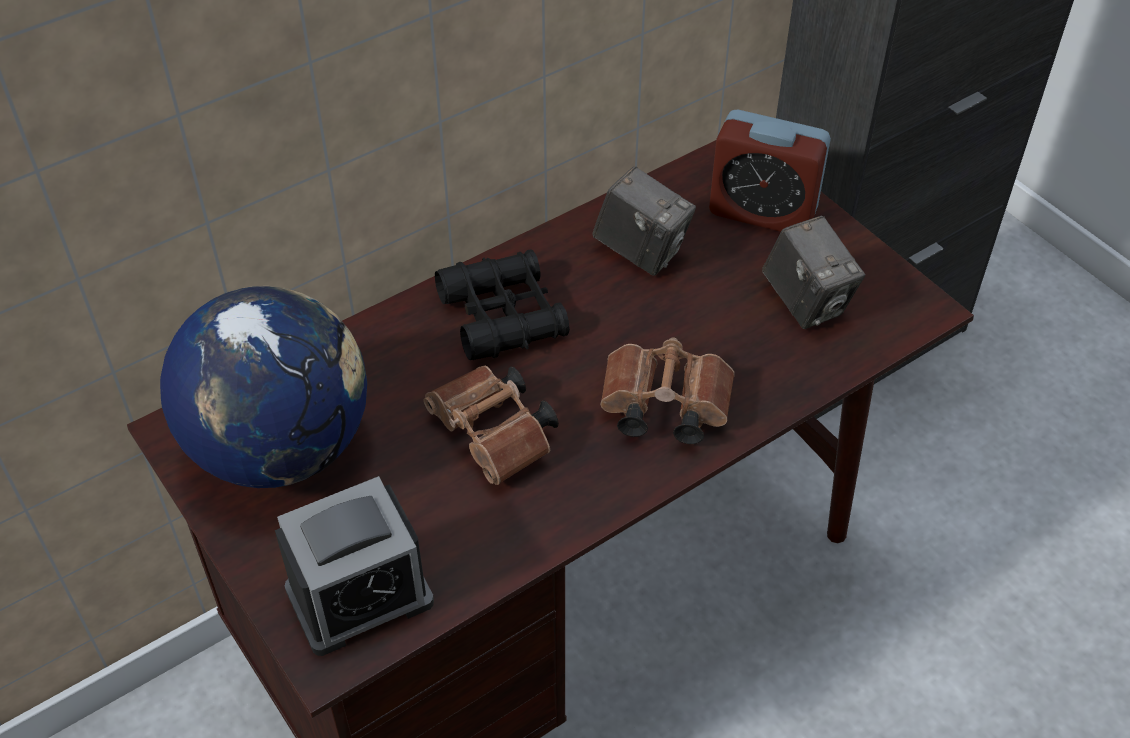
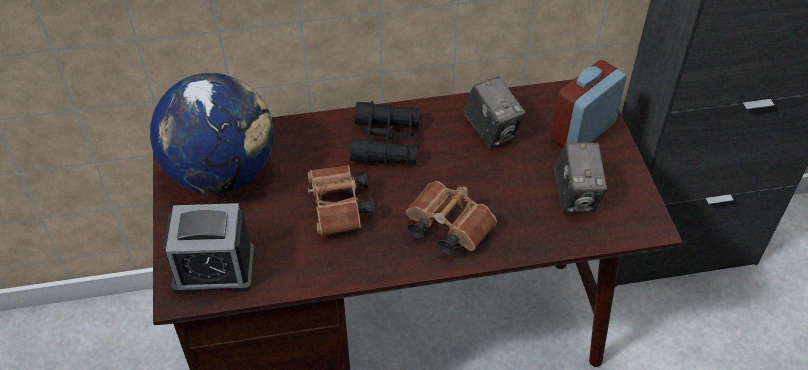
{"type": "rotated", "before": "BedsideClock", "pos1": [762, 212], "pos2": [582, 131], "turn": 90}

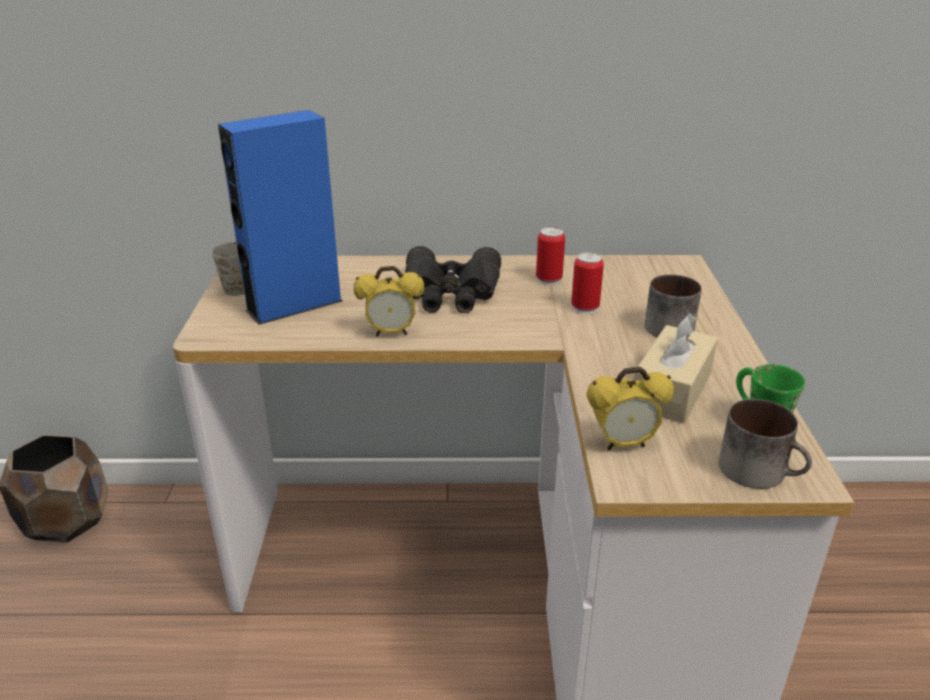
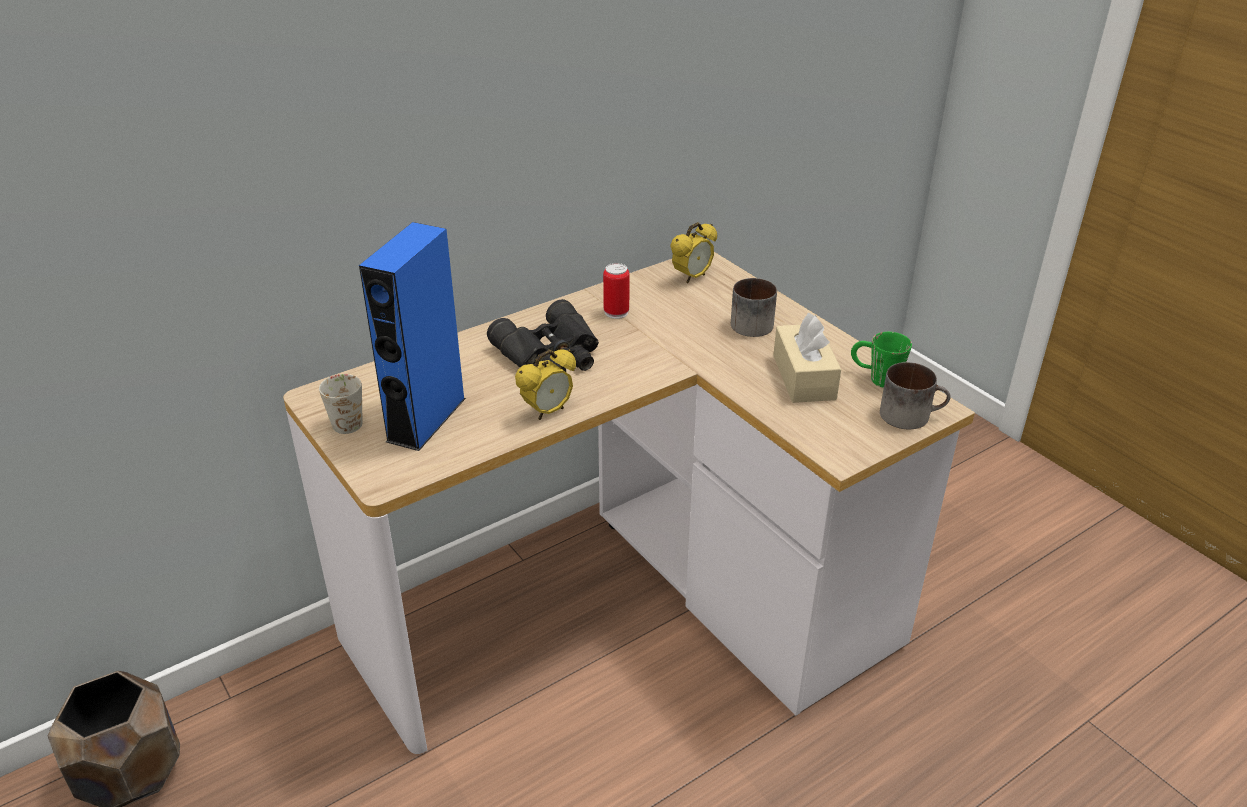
{"type": "shifted", "before": "BedsideClock", "pos1": [623, 444], "pos2": [692, 277]}
{"type": "gone", "before": "SealedCan", "pos1": [585, 307]}

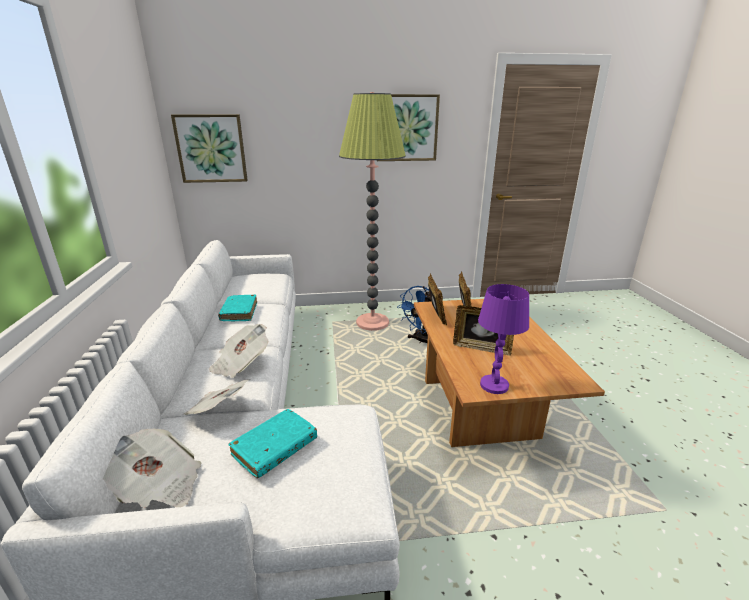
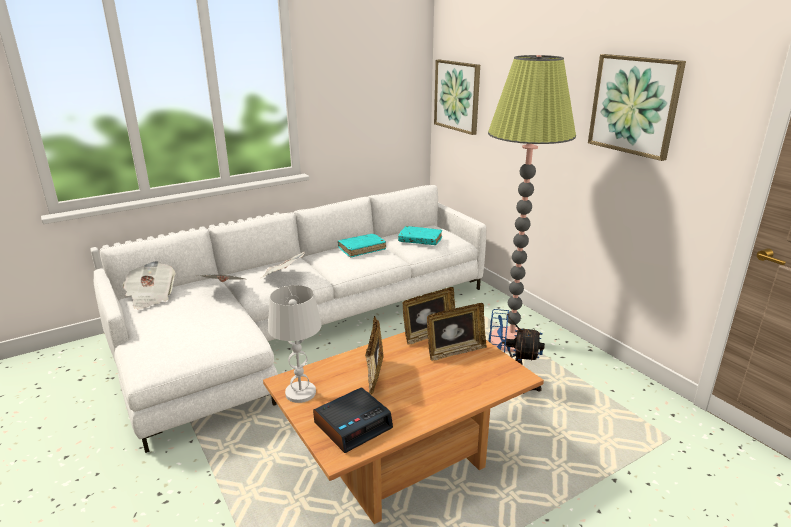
{"type": "repainted", "before": "PurplishLampForATable", "after": "WhiteColouredLampForATable", "pos1": [494, 385], "pos2": [301, 393]}
{"type": "new", "after": "BedsideClock", "pos2": [353, 425]}
{"type": "shifted", "before": "BlueGreenBoundBook", "pos1": [275, 448], "pos2": [420, 240]}

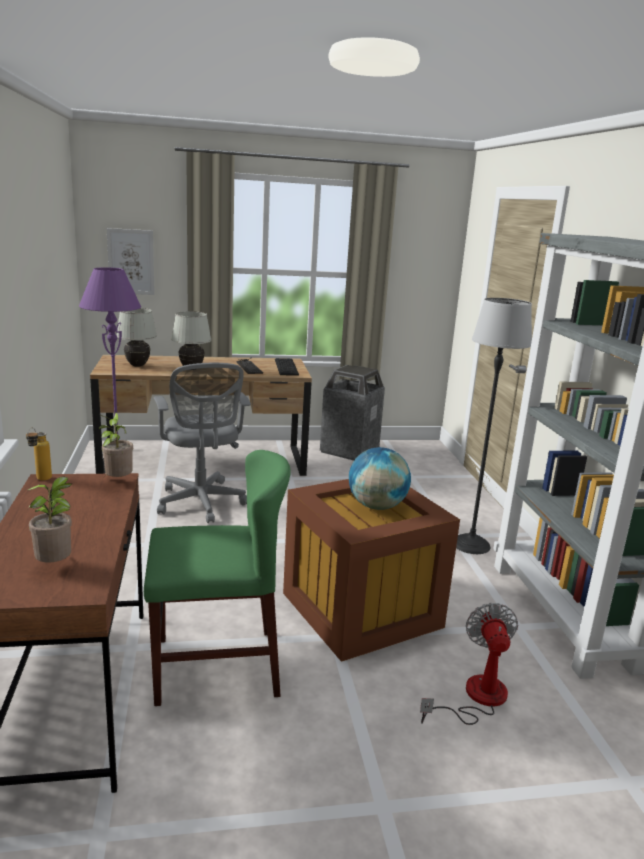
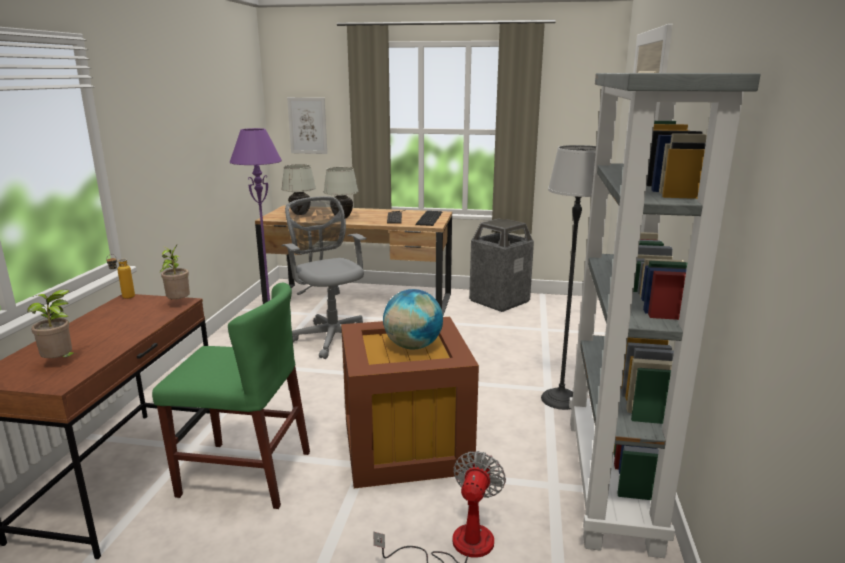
{"type": "rotated", "before": "GreyishOfficeChair", "pos1": [201, 503], "pos2": [331, 337], "turn": 150}

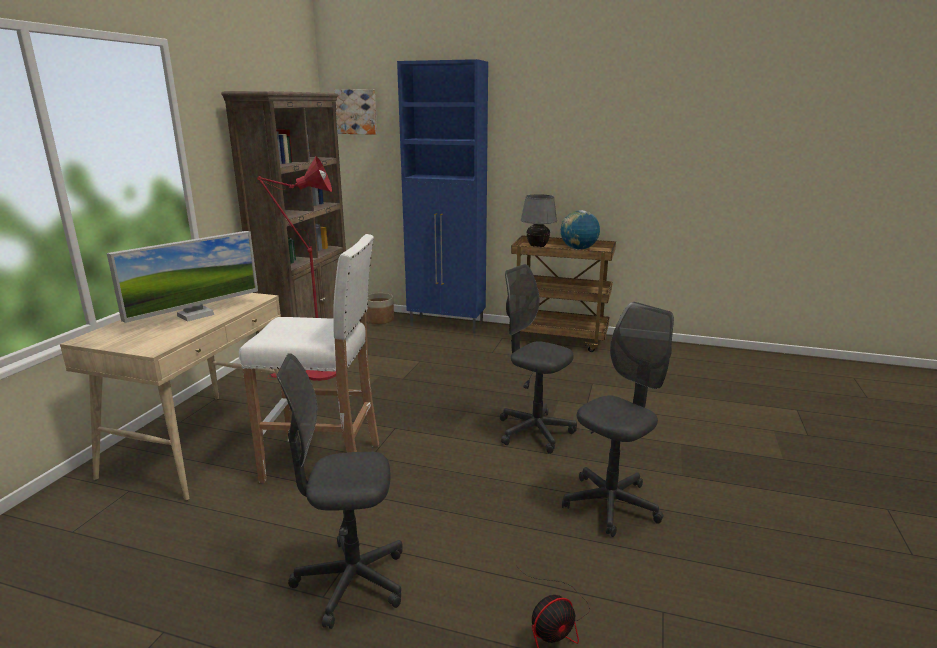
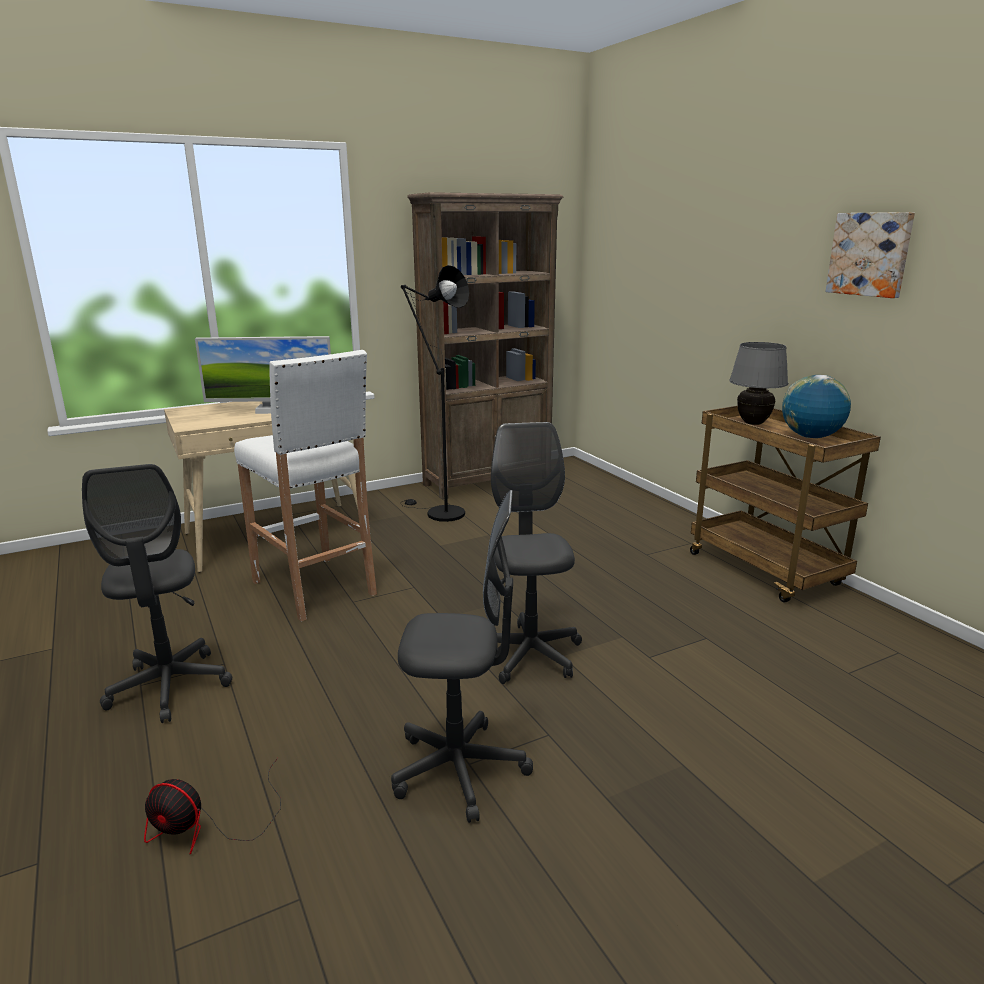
{"type": "rotated", "before": "GreyishOfficeChair", "pos1": [351, 582], "pos2": [169, 687], "turn": -150}
{"type": "repainted", "before": "RedColouredStandingLamp", "after": "BlackColouredStandingLamp", "pos1": [314, 374], "pos2": [439, 513]}
{"type": "shifted", "before": "WallArt", "pos1": [357, 112], "pos2": [870, 254]}
{"type": "gone", "before": "FlowerPot", "pos1": [380, 320]}
{"type": "gone", "before": "BlueColouredCabinet", "pos1": [447, 325]}

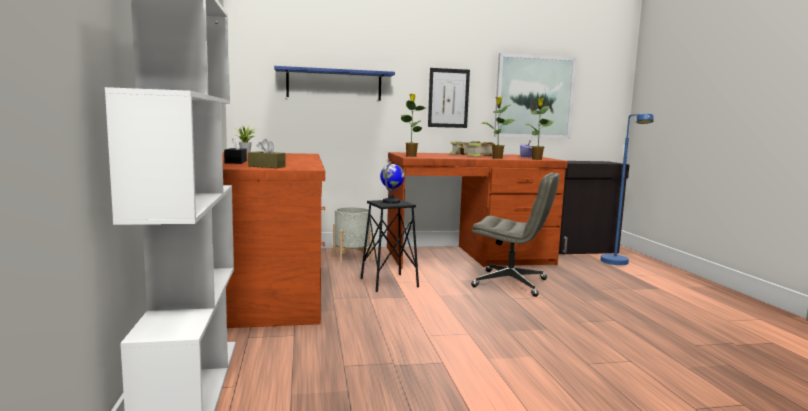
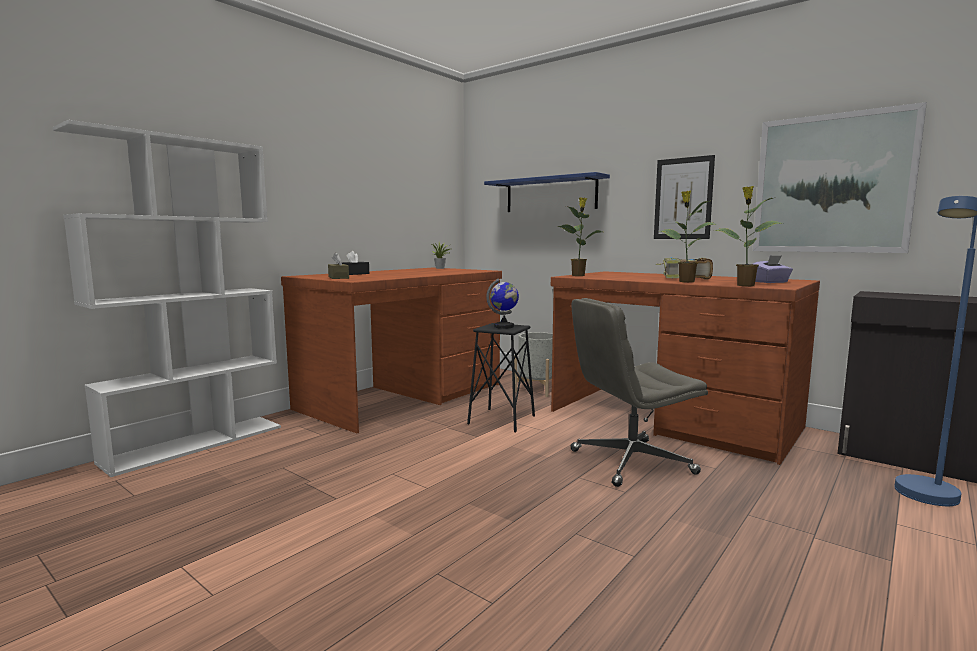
{"type": "rotated", "before": "GreyishOfficeChair", "pos1": [511, 283], "pos2": [630, 462], "turn": 90}

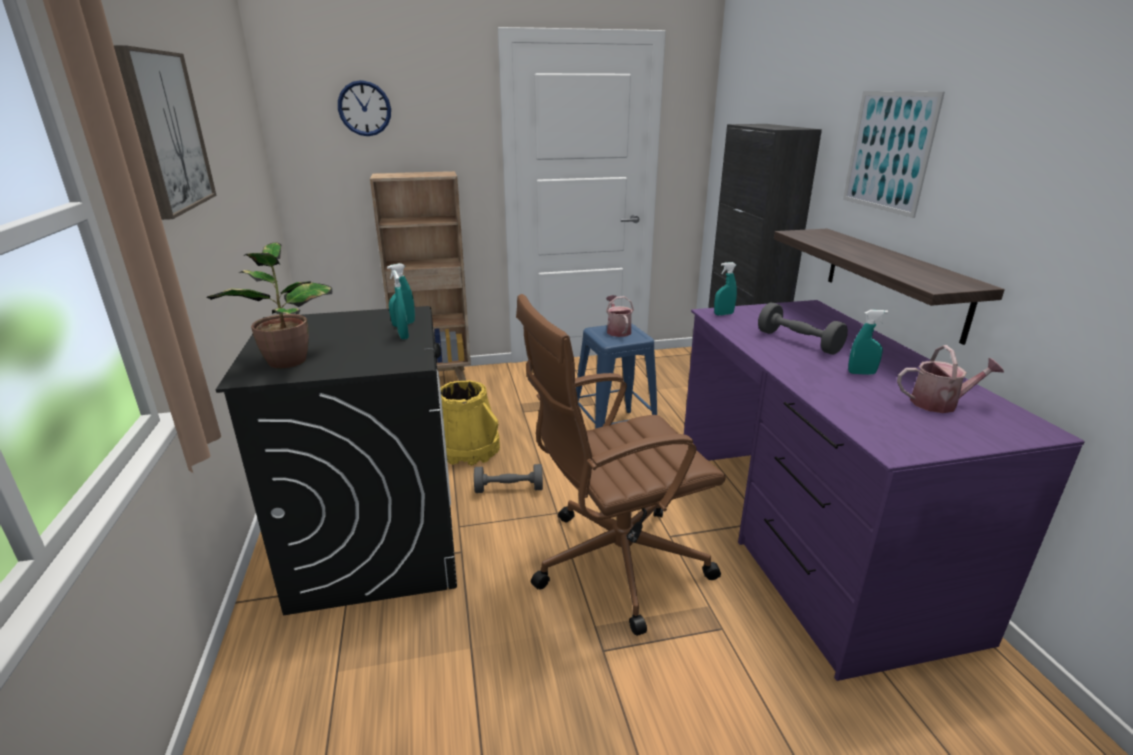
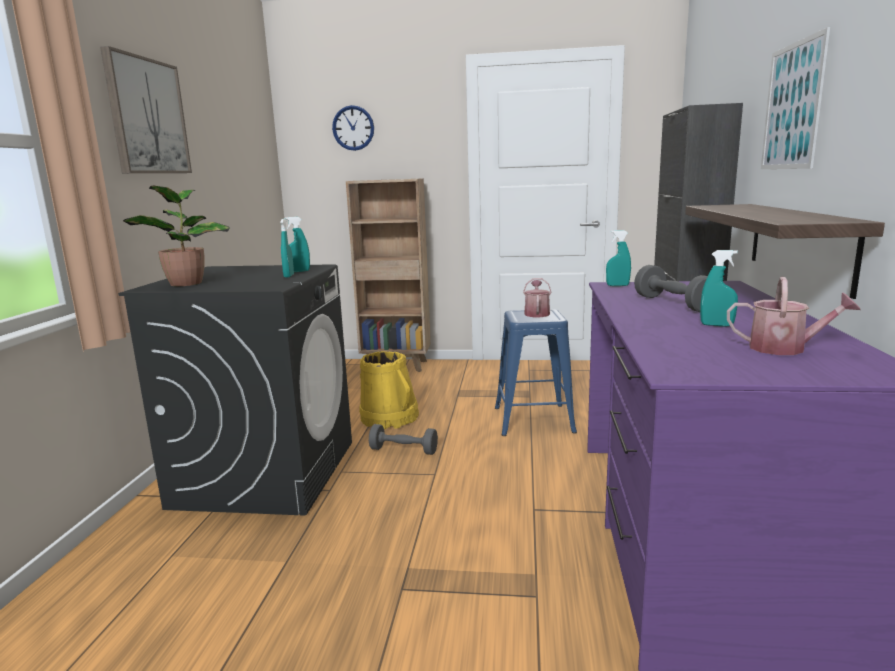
{"type": "gone", "before": "BrownOfficeChair", "pos1": [614, 563]}

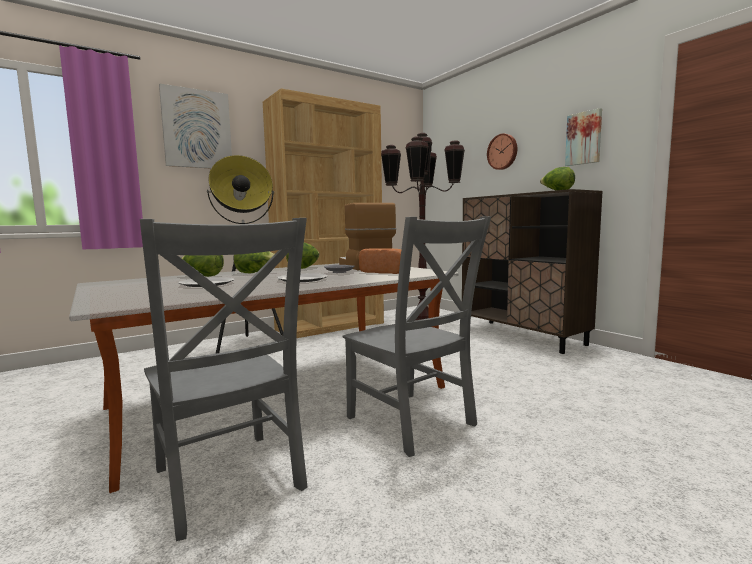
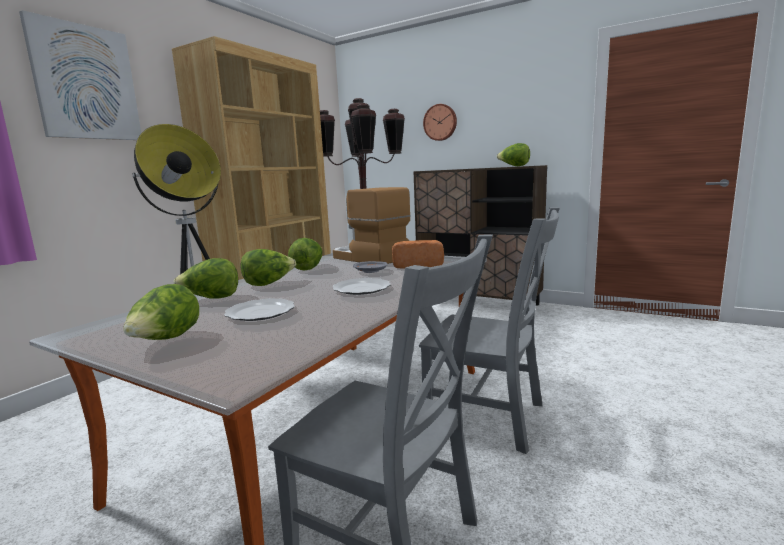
{"type": "new", "after": "LettuceHead", "pos2": [166, 340]}
{"type": "gone", "before": "WallArt", "pos1": [584, 138]}

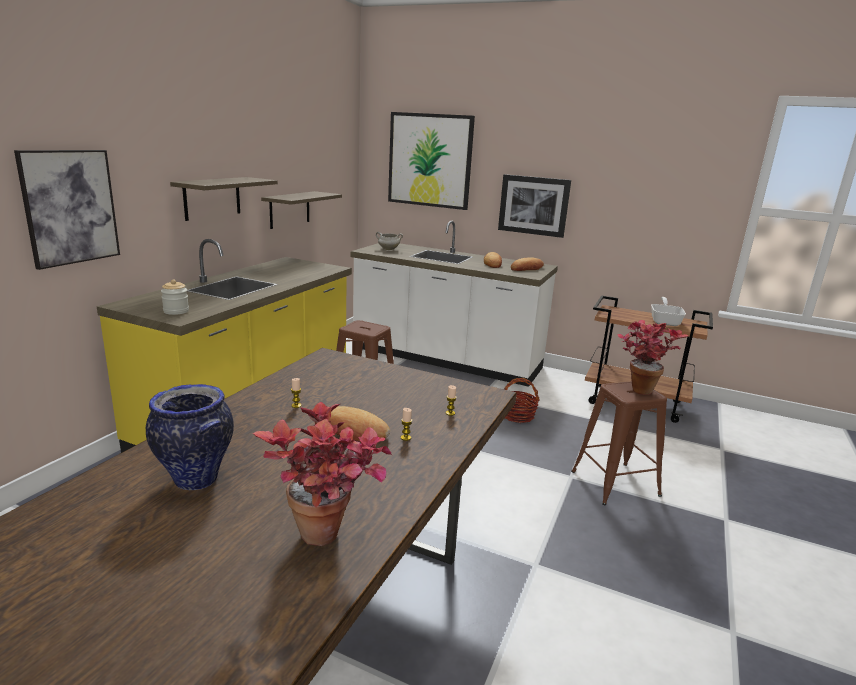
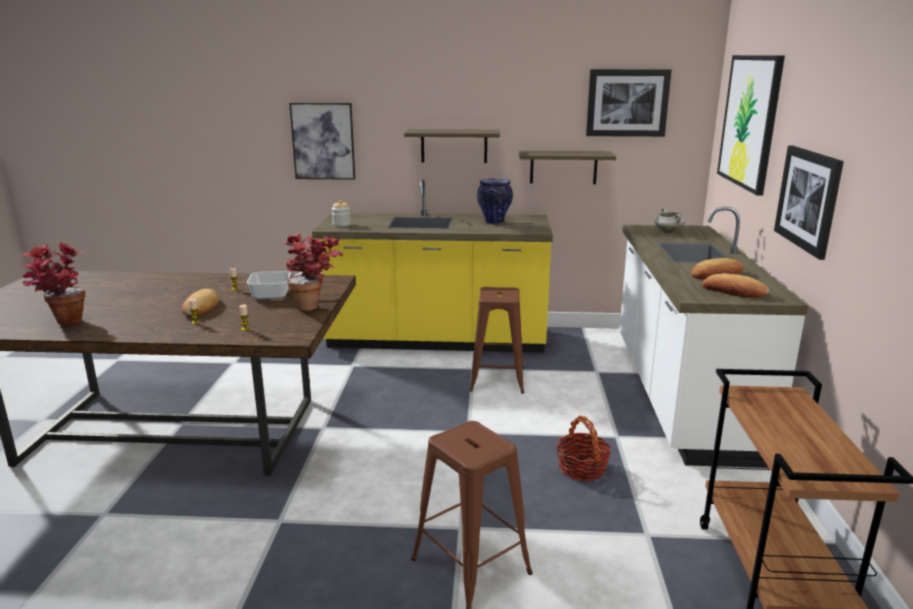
{"type": "shifted", "before": "FryingPan", "pos1": [665, 321], "pos2": [277, 295]}
{"type": "shifted", "before": "PottedPlant", "pos1": [639, 388], "pos2": [315, 307]}
{"type": "shifted", "before": "FlowerVase", "pos1": [195, 479], "pos2": [494, 221]}
{"type": "new", "after": "WallArt", "pos2": [627, 103]}

